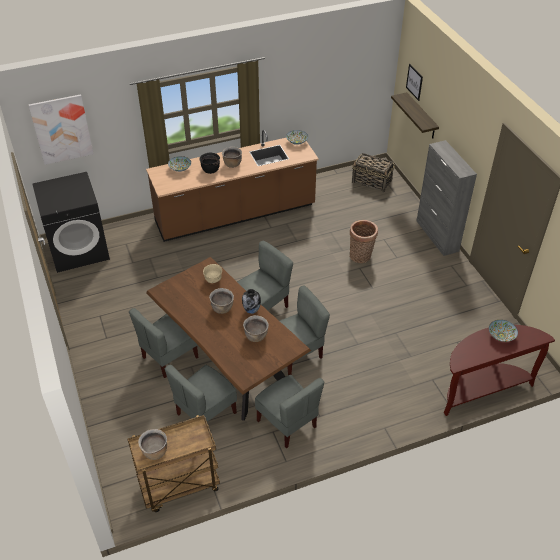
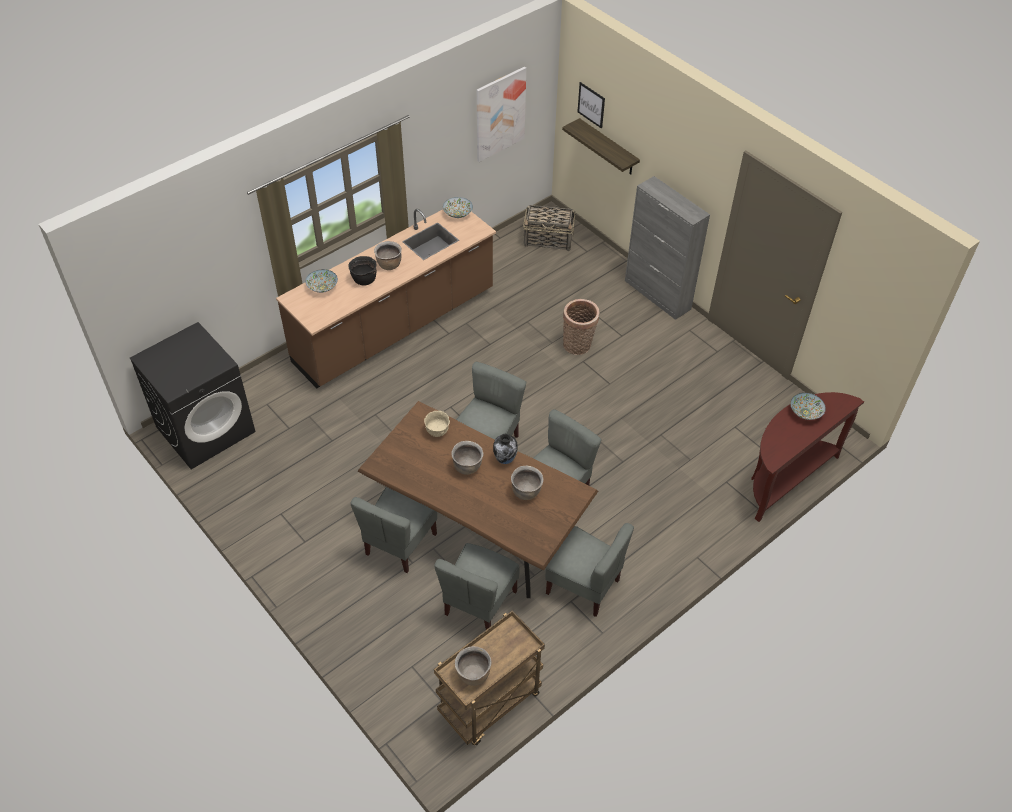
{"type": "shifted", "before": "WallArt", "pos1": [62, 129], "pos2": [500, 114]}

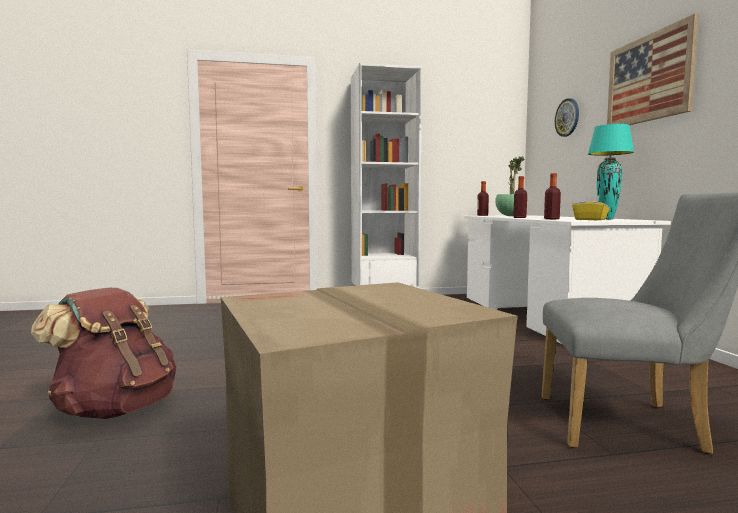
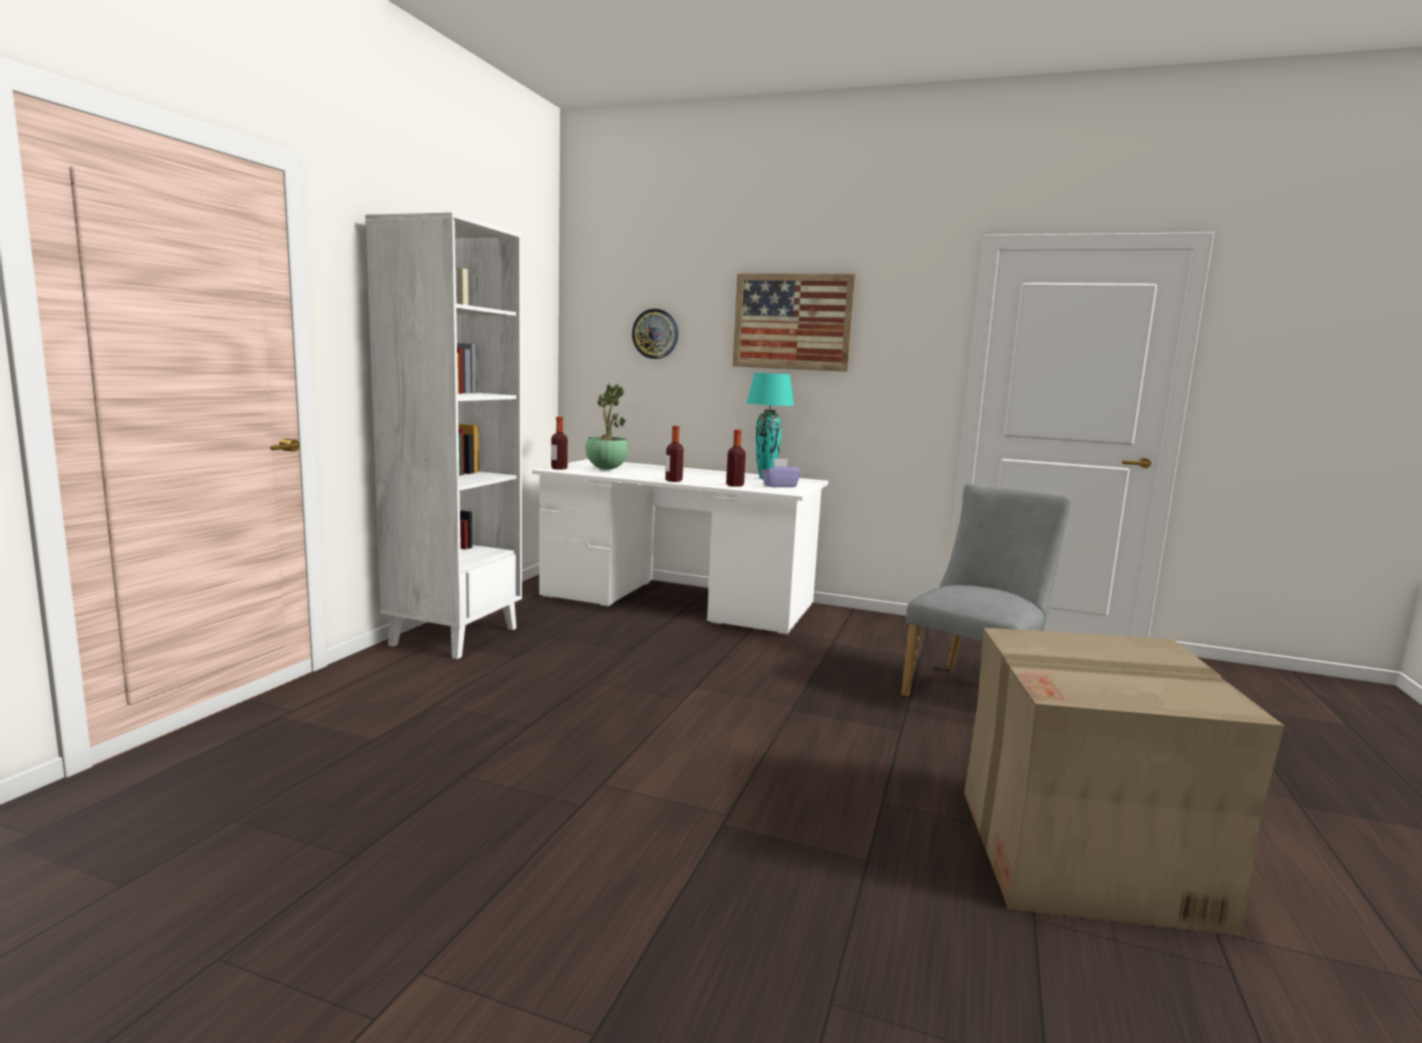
{"type": "repainted", "before": "YellowColouredBoxOfTissues", "after": "PurplishBoxOfTissues", "pos1": [590, 220], "pos2": [779, 486]}
{"type": "gone", "before": "BrownKnapsack", "pos1": [116, 409]}

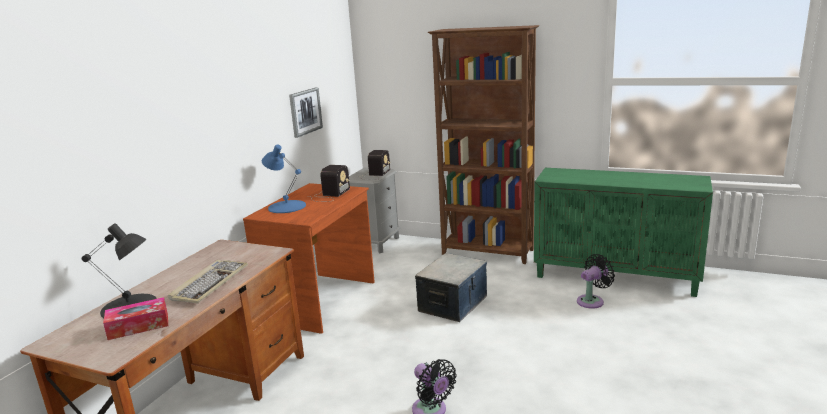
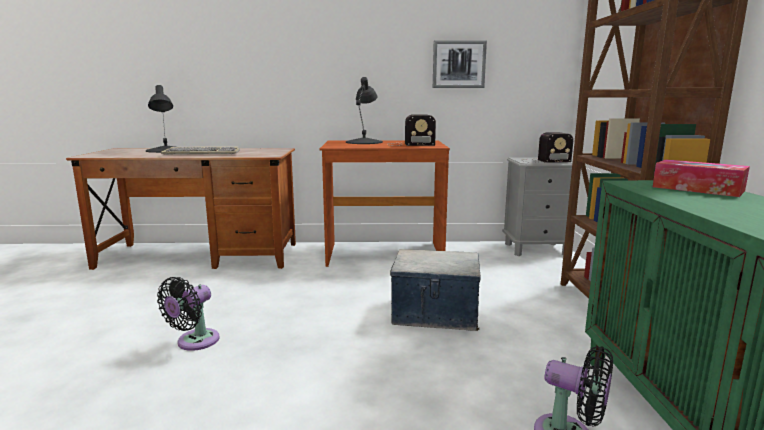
{"type": "repainted", "before": "BlueColouredLampForATable", "after": "BlackColouredLampForATable", "pos1": [286, 206], "pos2": [364, 142]}
{"type": "shifted", "before": "BoxOfTissues", "pos1": [138, 326], "pos2": [697, 189]}

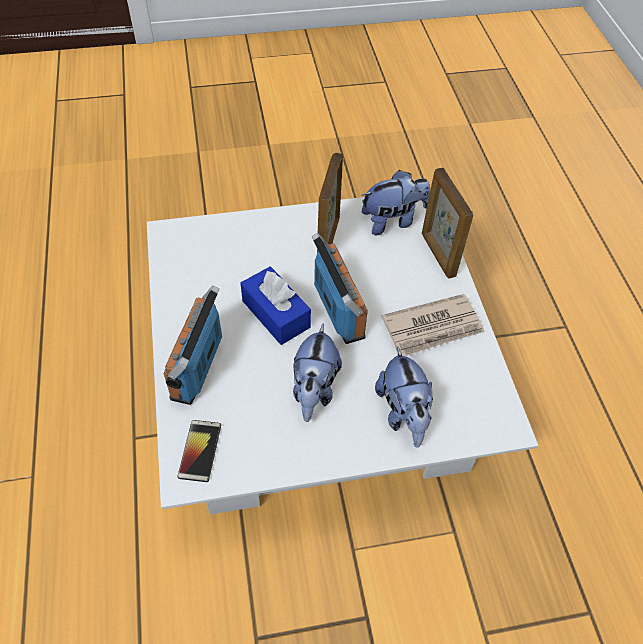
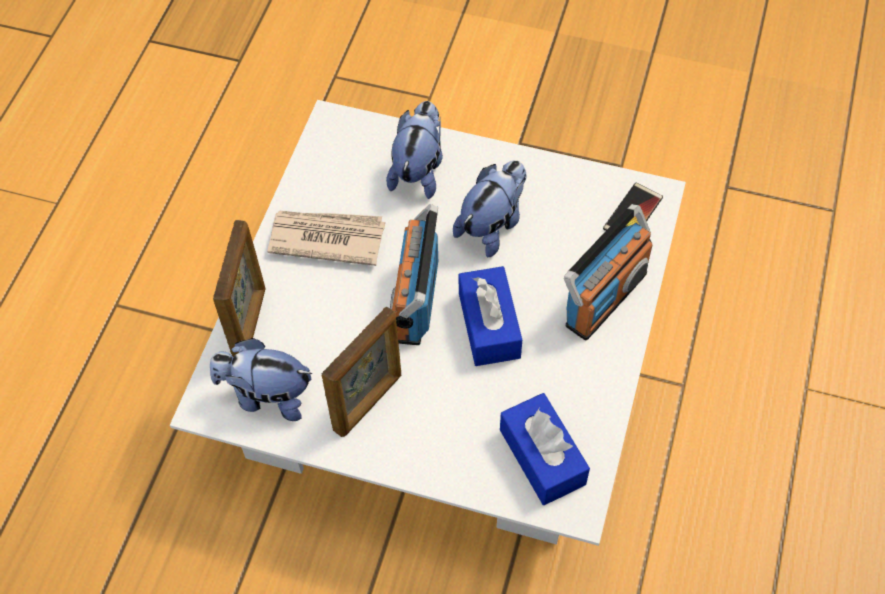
{"type": "new", "after": "BlueColouredBoxOfTissues", "pos2": [542, 456]}

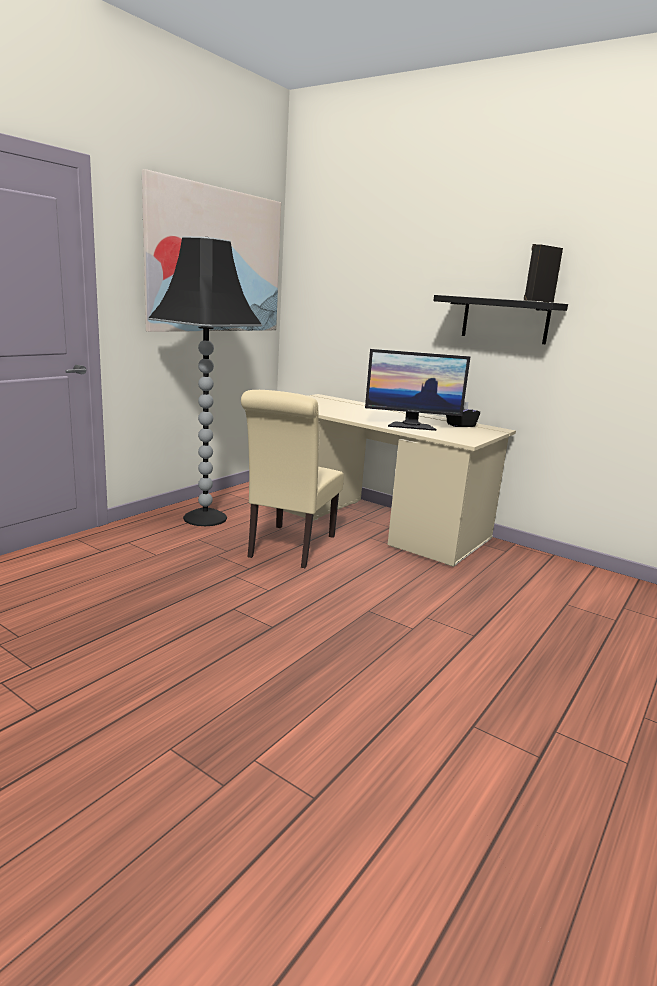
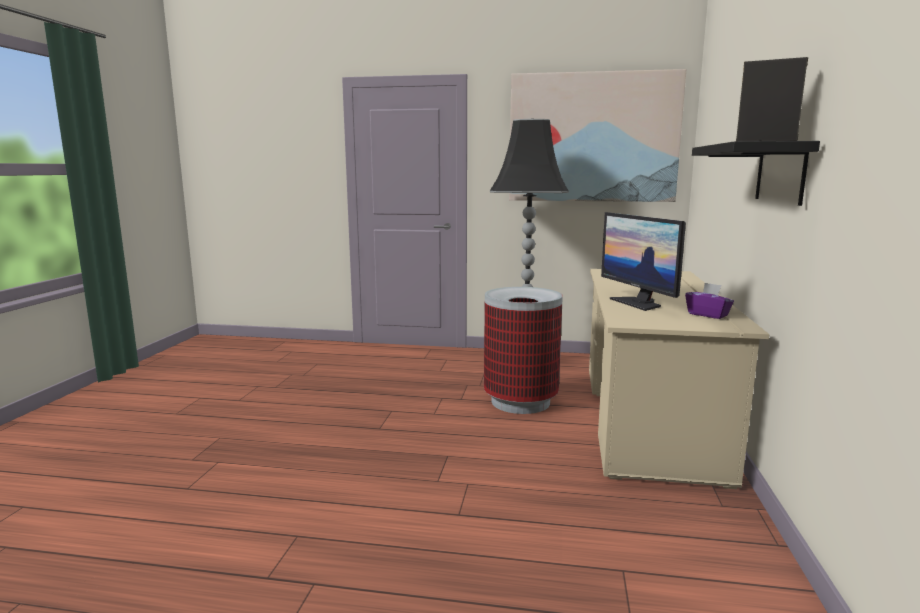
{"type": "swapped", "before": "BeigeColouredPlainChair", "after": "WasteBin", "pos1": [289, 548], "pos2": [520, 402]}
{"type": "repainted", "before": "BlackColouredBoxOfTissues", "after": "PurplishBoxOfTissues", "pos1": [460, 425], "pos2": [708, 315]}

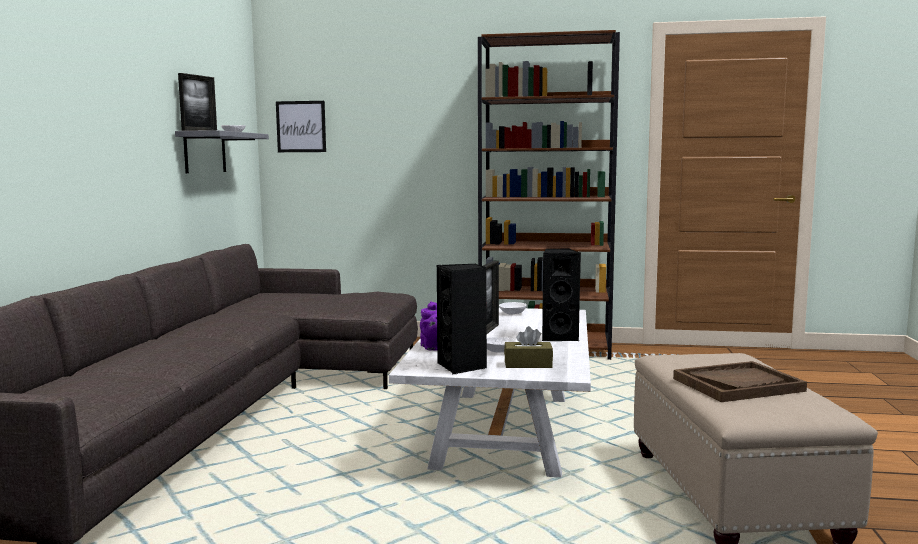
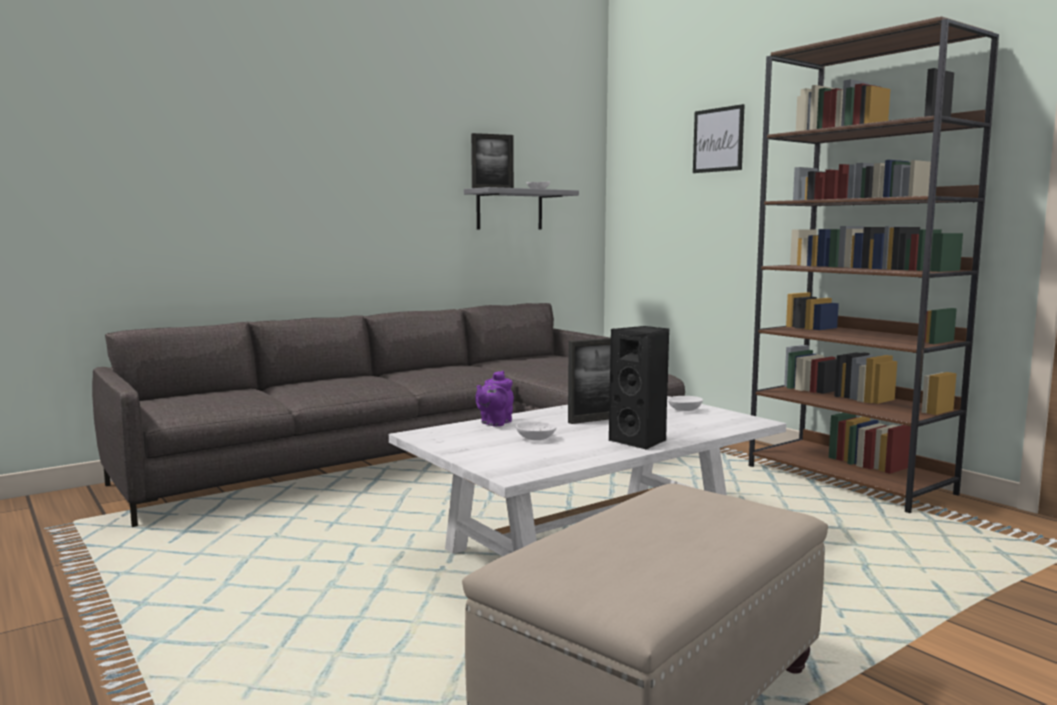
{"type": "shifted", "before": "WallArt", "pos1": [301, 126], "pos2": [718, 140]}
{"type": "gone", "before": "BlackColouredAudioSpeaker", "pos1": [462, 367]}
{"type": "gone", "before": "BrownBoxOfTissues", "pos1": [528, 364]}
{"type": "gone", "before": "BrownServingTray", "pos1": [738, 385]}

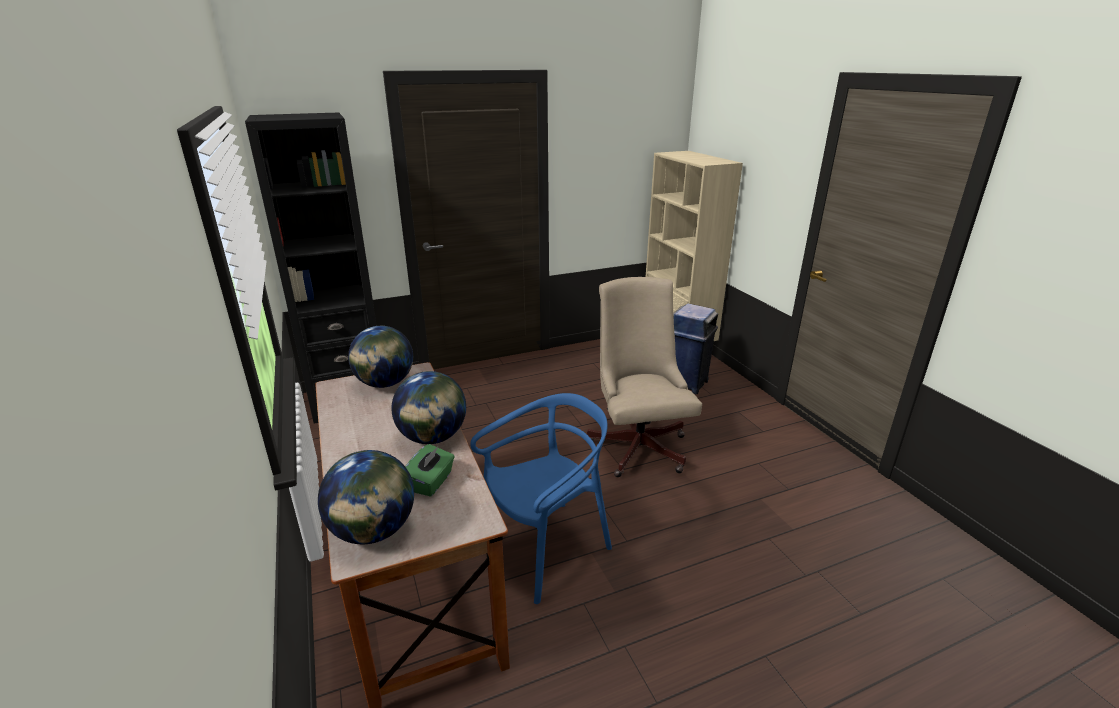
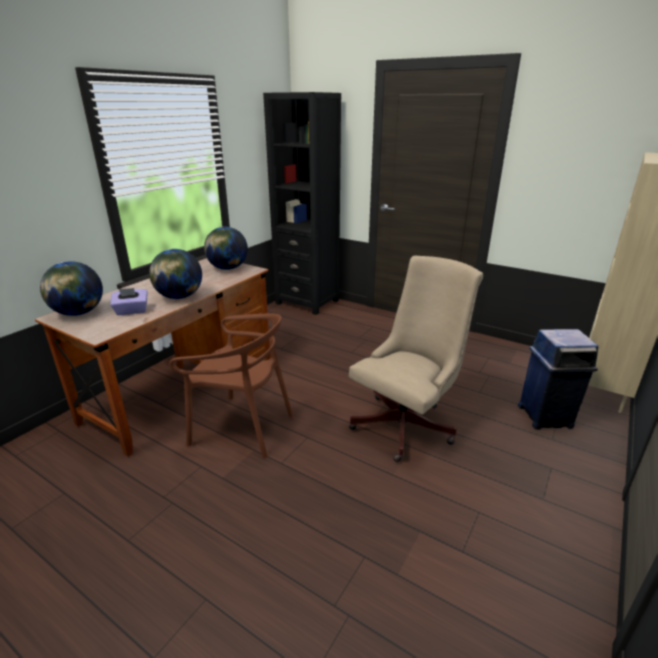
{"type": "repainted", "before": "GreenBoxOfTissues", "after": "PurplishBoxOfTissues", "pos1": [431, 482], "pos2": [132, 311]}
{"type": "repainted", "before": "BlueColouredPlainChair", "after": "BrownPlainChair", "pos1": [546, 547], "pos2": [242, 427]}

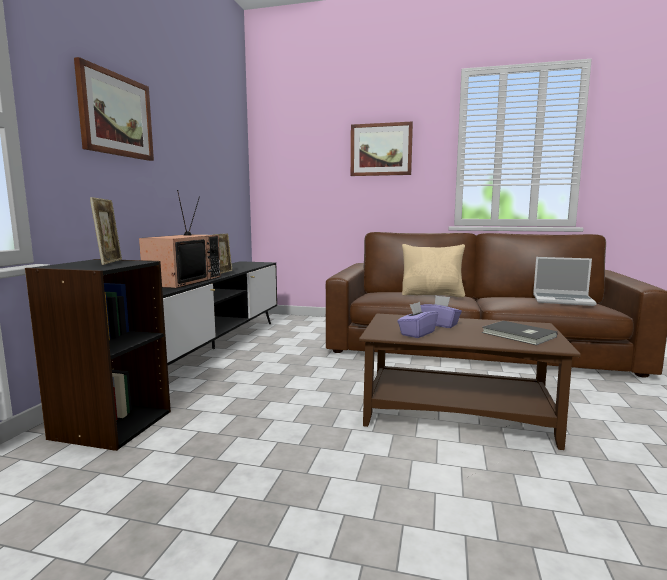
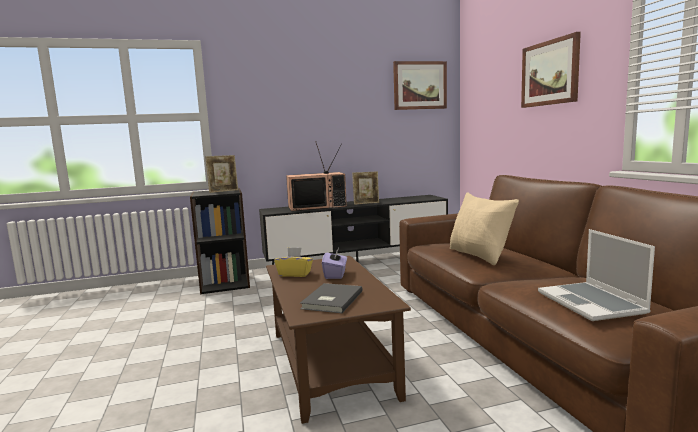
{"type": "repainted", "before": "PurplishBoxOfTissues", "after": "YellowColouredBoxOfTissues", "pos1": [417, 333], "pos2": [295, 274]}
{"type": "shifted", "before": "WallArt", "pos1": [116, 115], "pos2": [419, 85]}

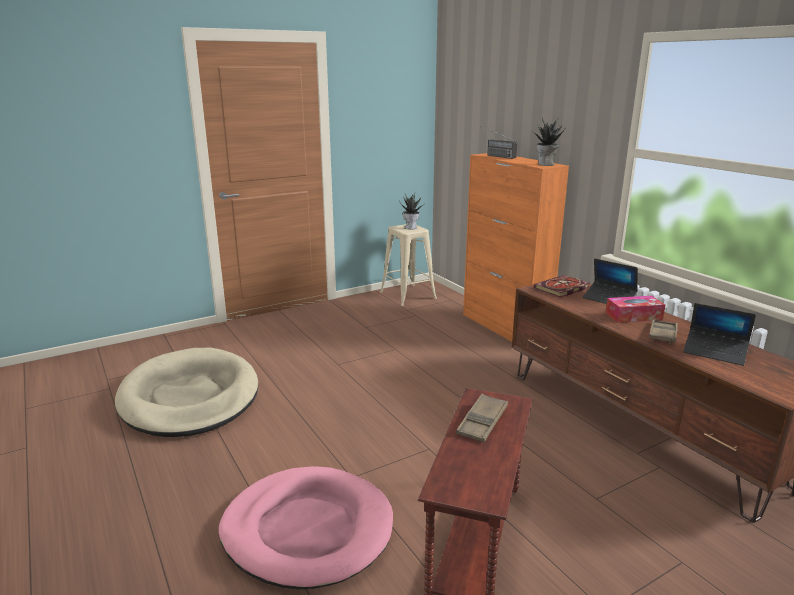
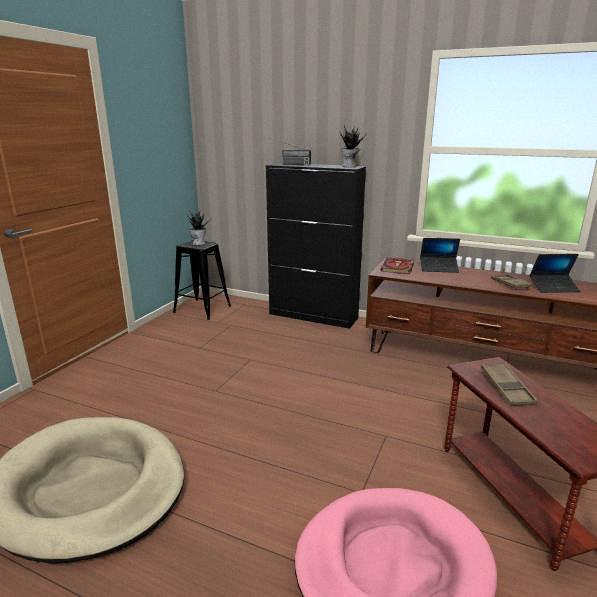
{"type": "repainted", "before": "BeigeColouredSittingStool", "after": "BlackColouredSittingStool", "pos1": [408, 295], "pos2": [202, 309]}
{"type": "repainted", "before": "OrangeColouredCabinet", "after": "BlackColouredCabinet", "pos1": [504, 328], "pos2": [313, 316]}
{"type": "gone", "before": "BoxOfTissues", "pos1": [633, 316]}

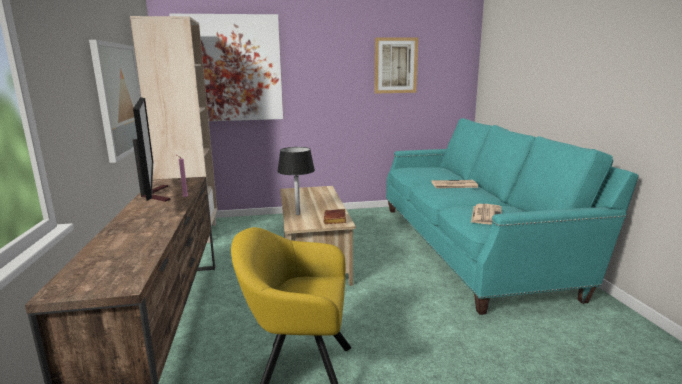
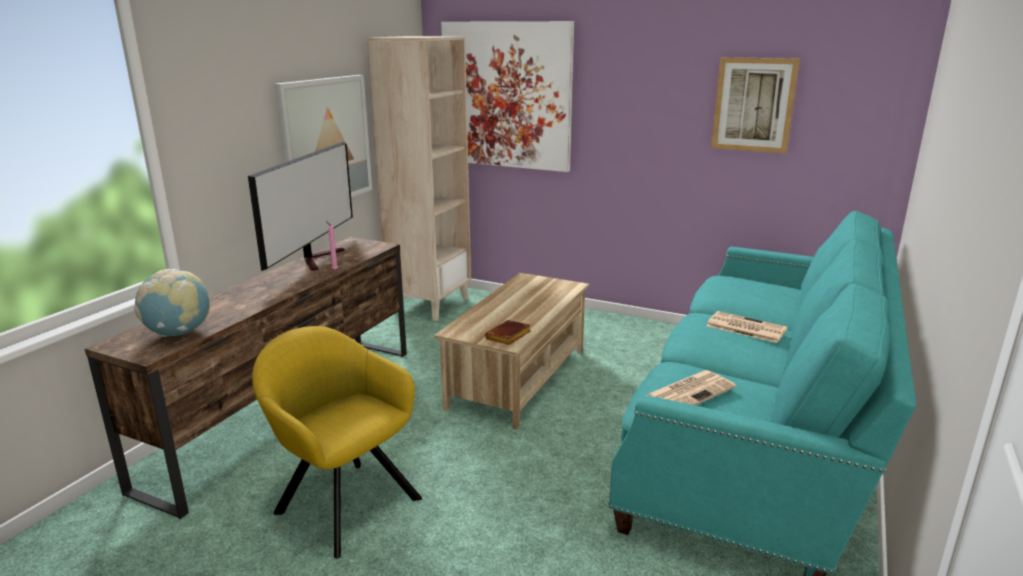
{"type": "new", "after": "DeskGlobe", "pos2": [178, 333]}
{"type": "gone", "before": "BlackColouredLampForATable", "pos1": [298, 214]}

